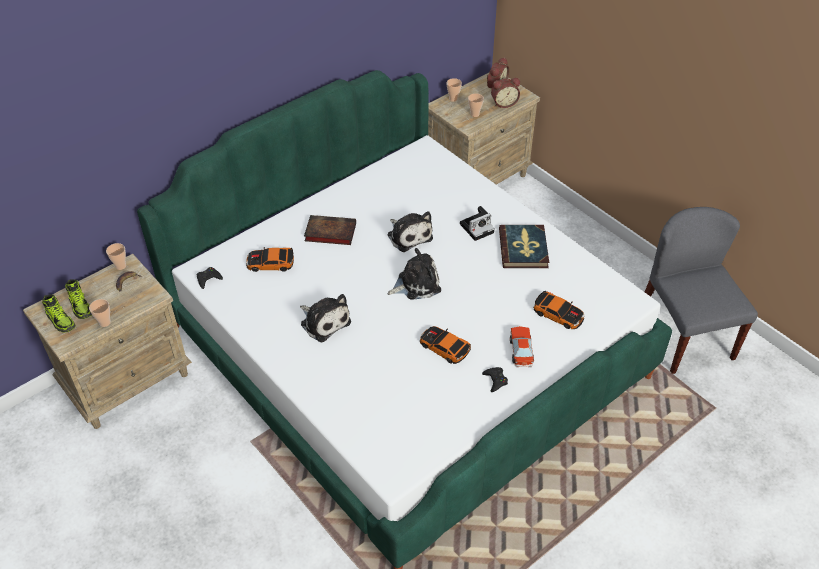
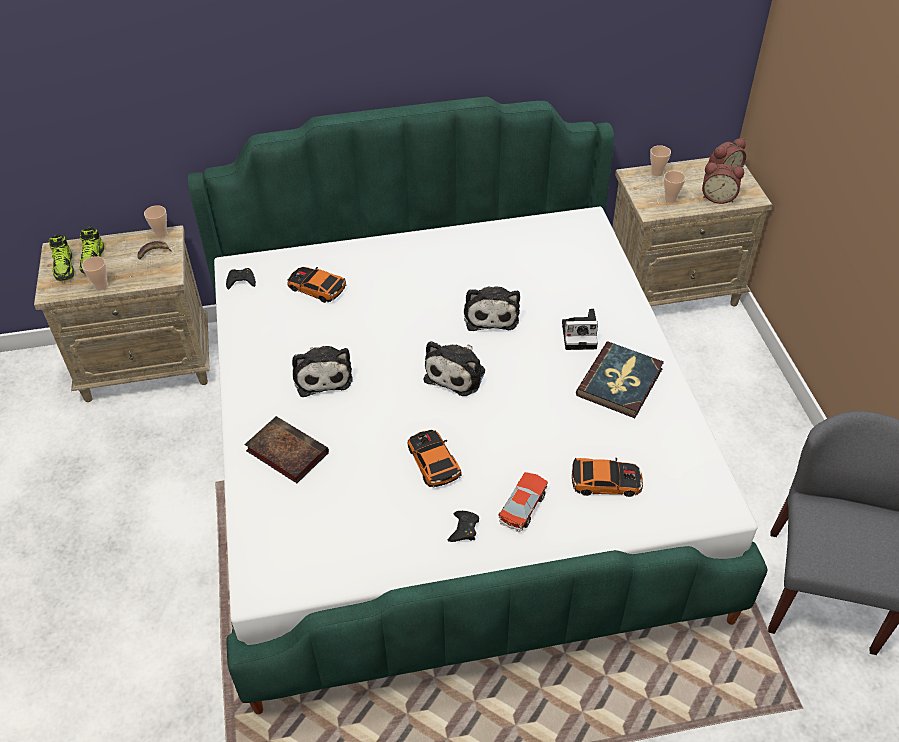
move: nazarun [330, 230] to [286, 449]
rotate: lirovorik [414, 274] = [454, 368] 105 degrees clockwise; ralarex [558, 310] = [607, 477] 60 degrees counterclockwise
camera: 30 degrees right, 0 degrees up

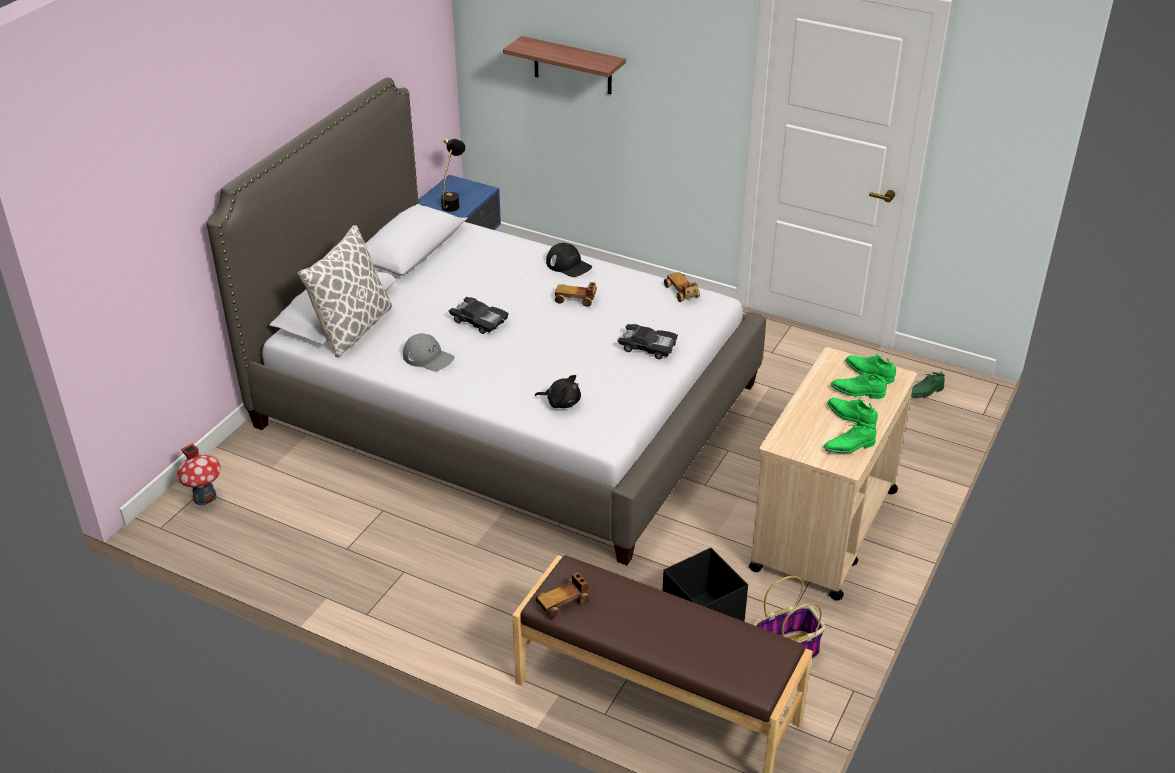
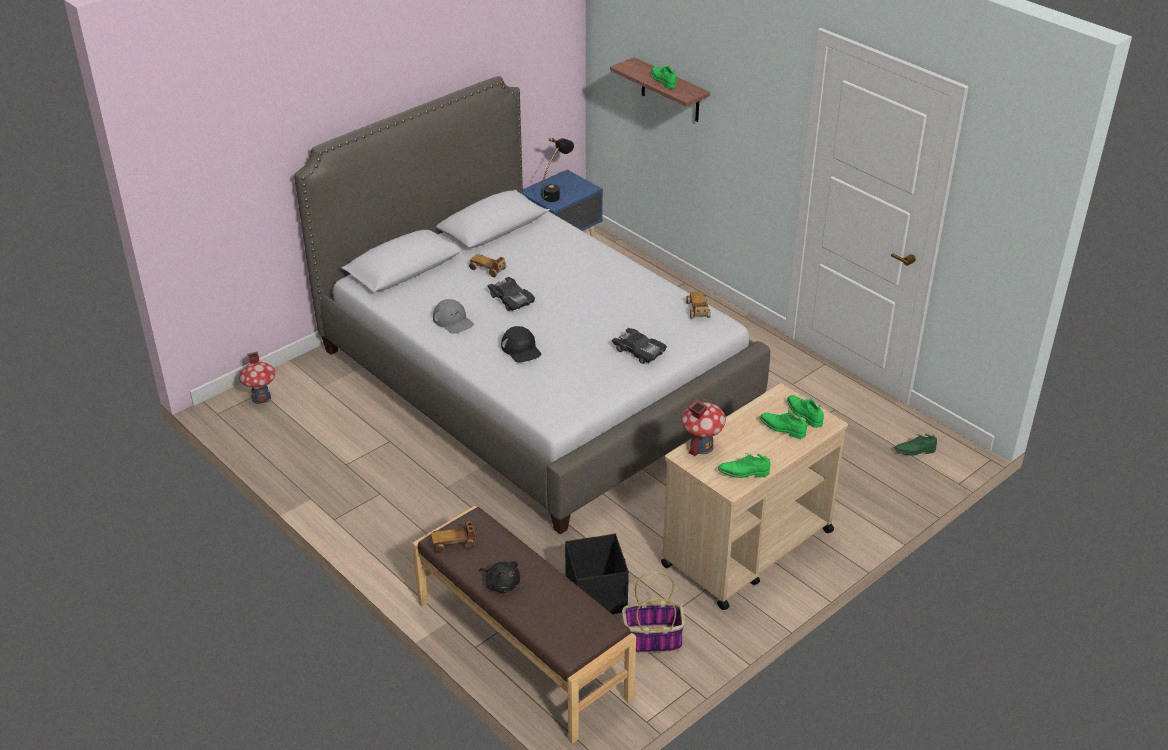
delete: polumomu [345, 291]
insert: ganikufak [703, 428]
move: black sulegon [569, 260] to [521, 344]; ralarex [576, 294] to [487, 265]; black lirovorik [558, 391] to [499, 577]; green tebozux [852, 412] to [664, 77]
camera: 20 degrees right, 0 degrees up

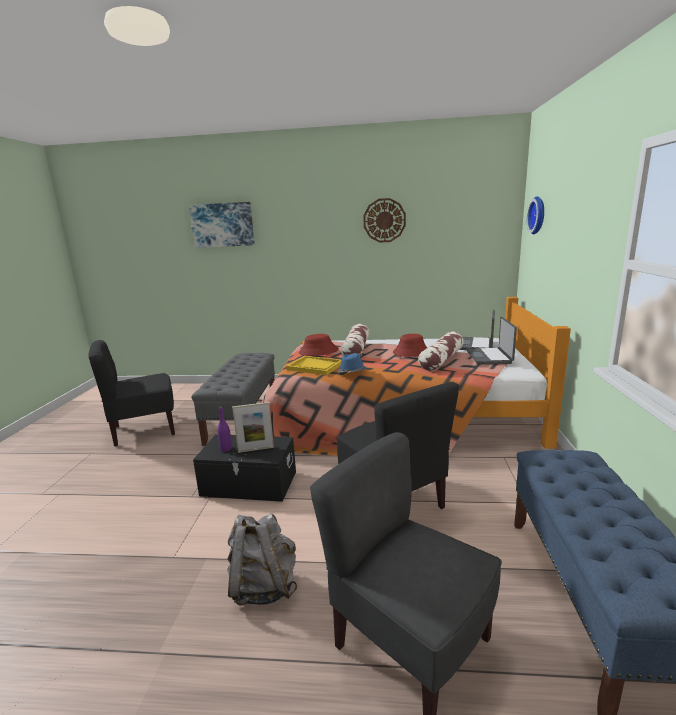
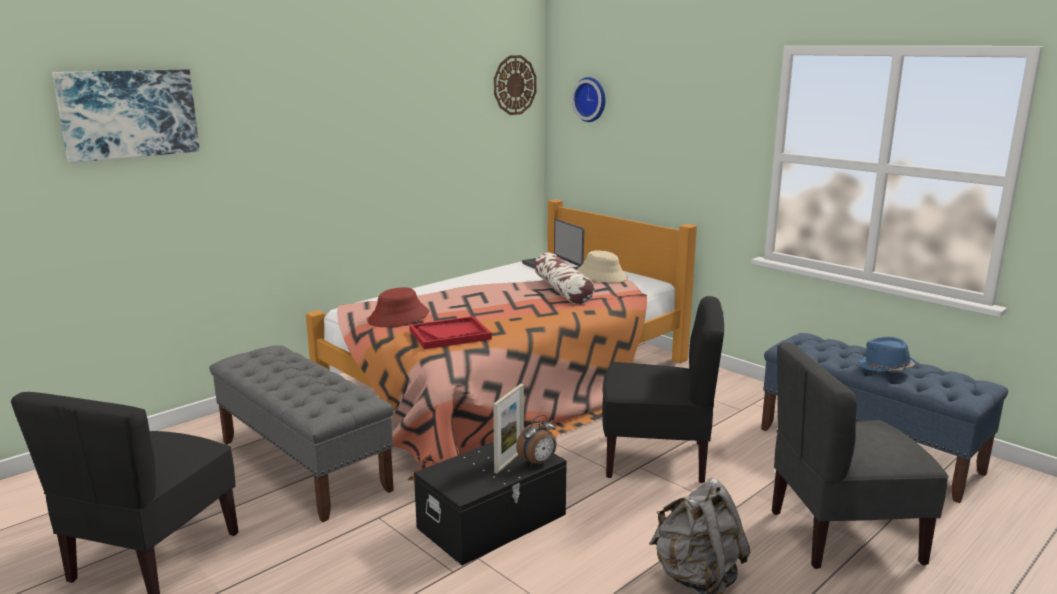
delete: polumomu [355, 340]; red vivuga [410, 345]; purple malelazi [225, 429]
insert: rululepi [536, 440]
move: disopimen [384, 220] to [515, 85]; blue vivuga [351, 363] to [887, 354]
replace: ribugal [491, 341] to beige vivuga [602, 266]
recolor: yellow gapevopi [314, 365] to red gapevopi [450, 332]
camera: 50 degrees left, 0 degrees up

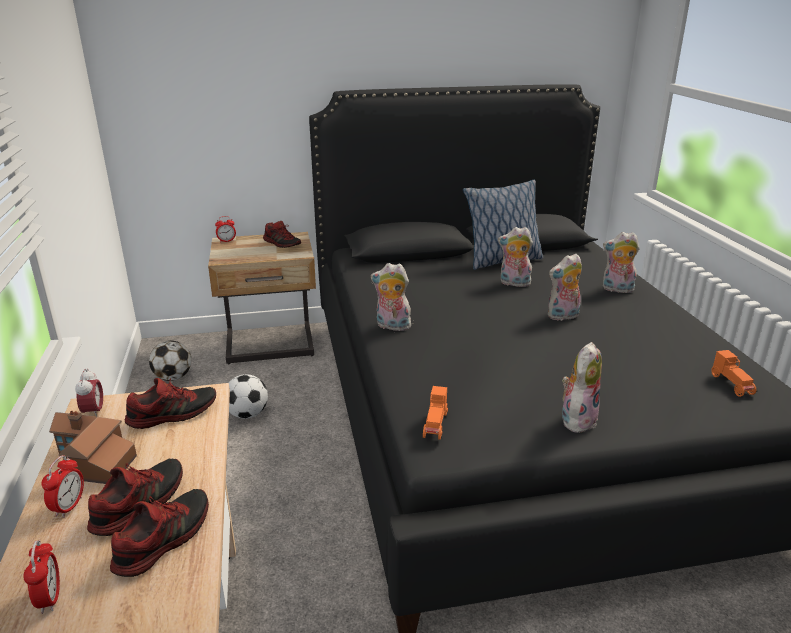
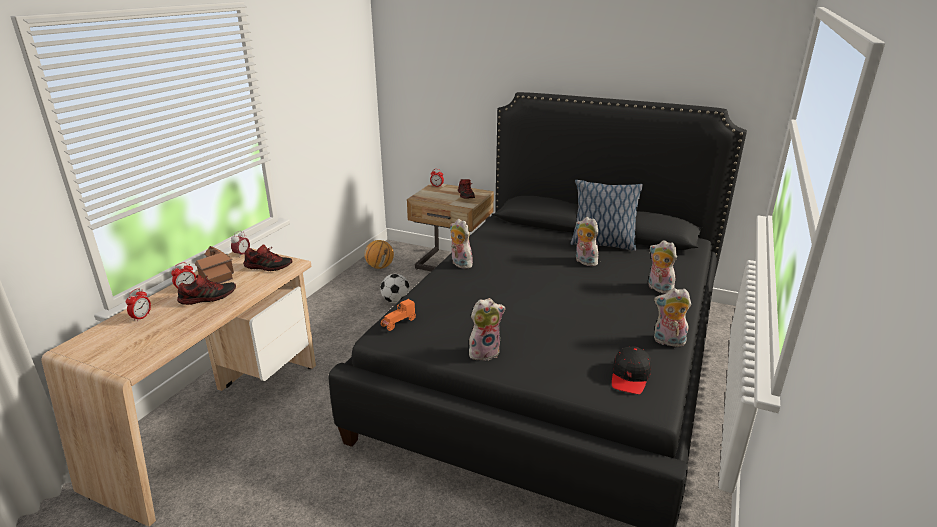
delete: tebozux [159, 533]
move: lirovorik [565, 287] to [672, 317]
replace: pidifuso [170, 361] to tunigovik [379, 254]; orange ralarex [733, 373] to black sulegon [631, 370]
camera: 35 degrees right, 0 degrees up

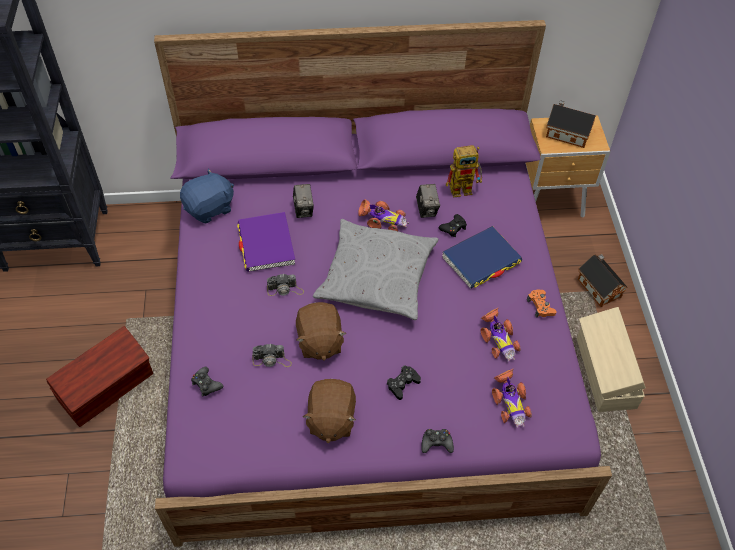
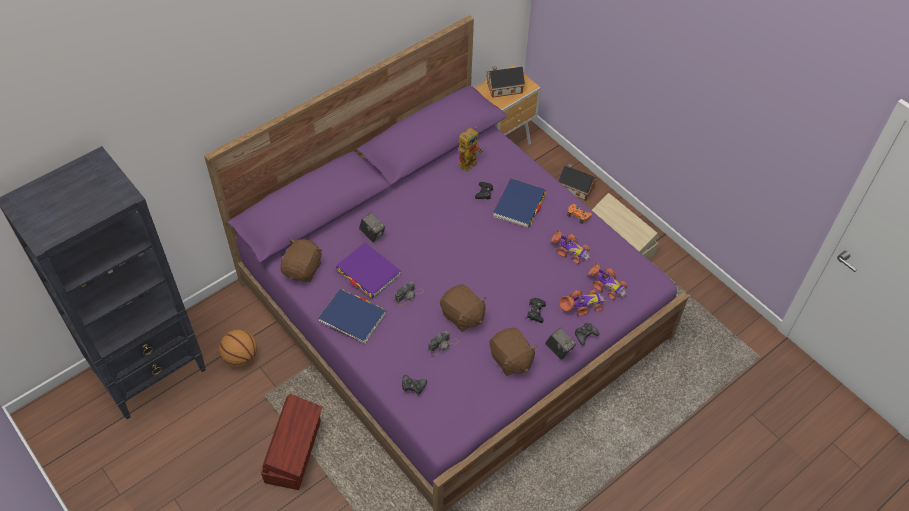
delete: grey polumomu [375, 269]
insert: blue nazarun [352, 316]; tunigovik [238, 348]
move: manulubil [428, 201] to [560, 344]; ralarex [383, 215] to [582, 302]
recolor: blue lirovorik [207, 195] to brown lirovorik [301, 260]
camera: 35 degrees left, 0 degrees up

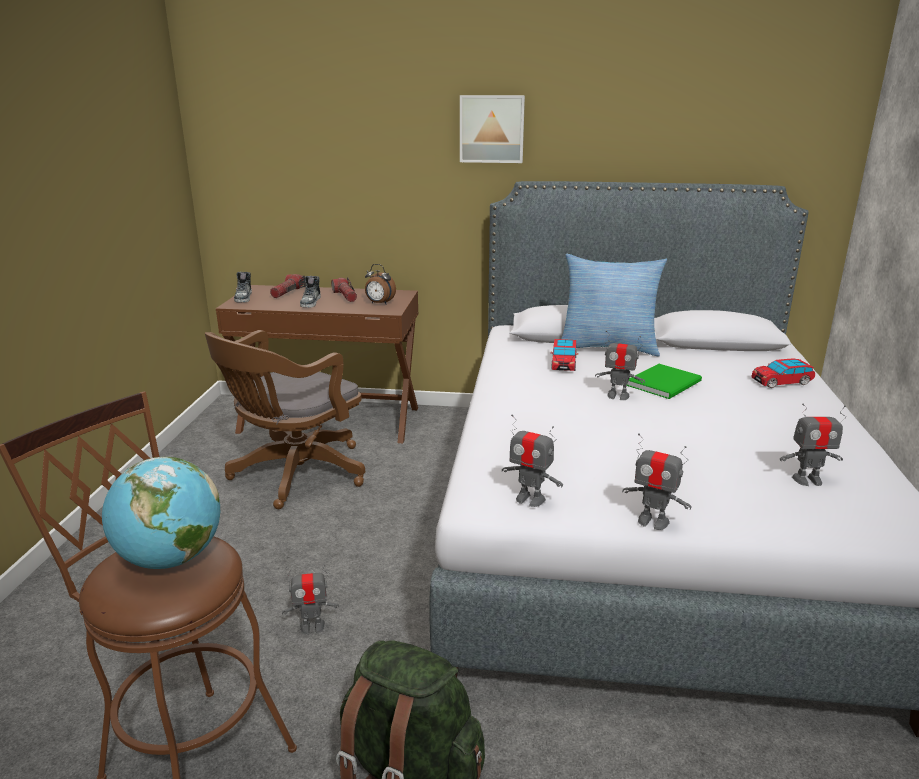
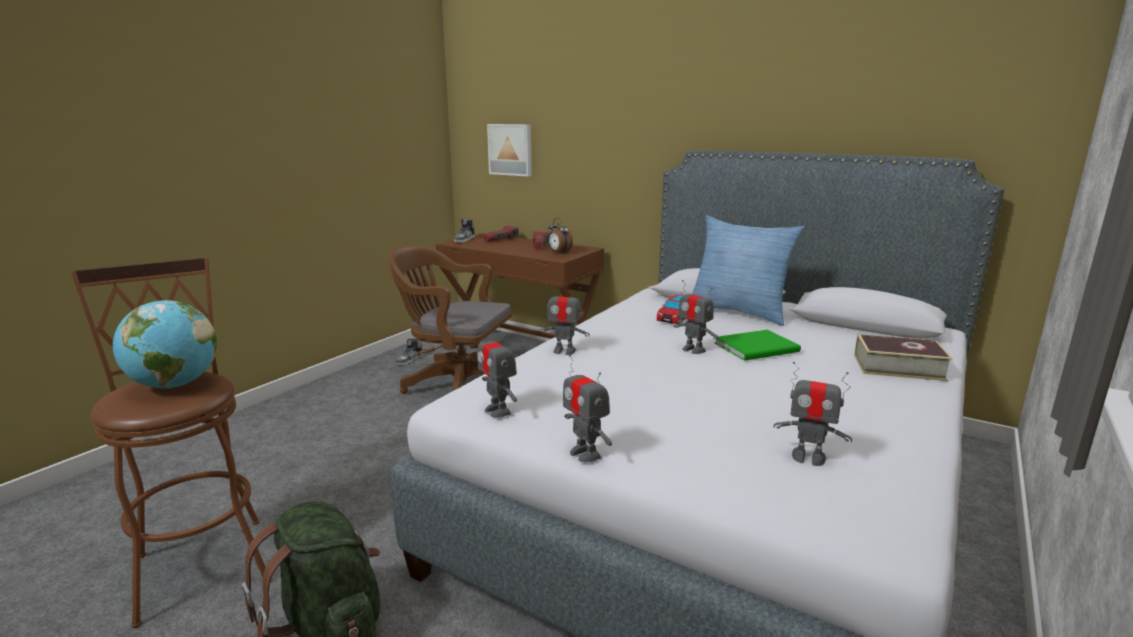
move: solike [492, 129] to [509, 150]; tebozux [310, 292] to [409, 351]; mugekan [310, 599] to [565, 319]
replace: ralarex [783, 373] to nazarun [903, 357]
rotate: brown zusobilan [285, 419] = [450, 319] 45 degrees clockwise
camera: 25 degrees right, 5 degrees down

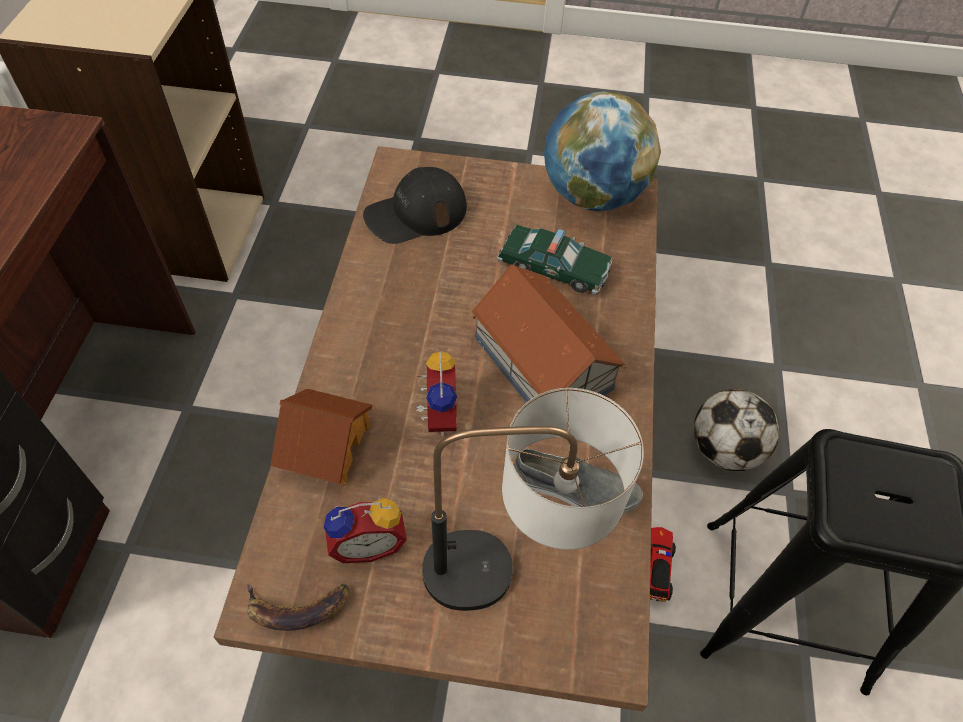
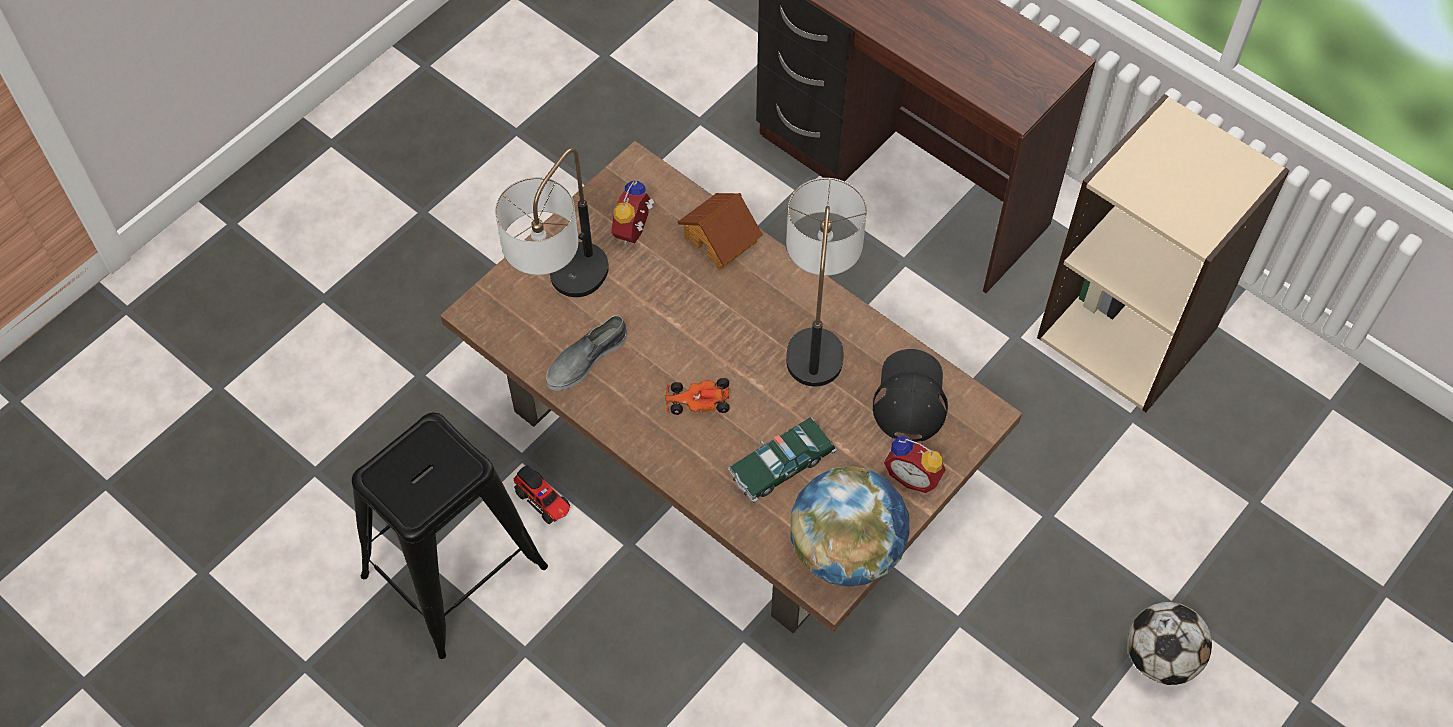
delete: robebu [298, 607]
insert: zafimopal [826, 282]
move: rululepi [436, 393] to [914, 464]; pidifuso [736, 430] to [1170, 643]
replace: ganikufak [549, 333] to ralarex [697, 396]
camera: 125 degrees right, 5 degrees up

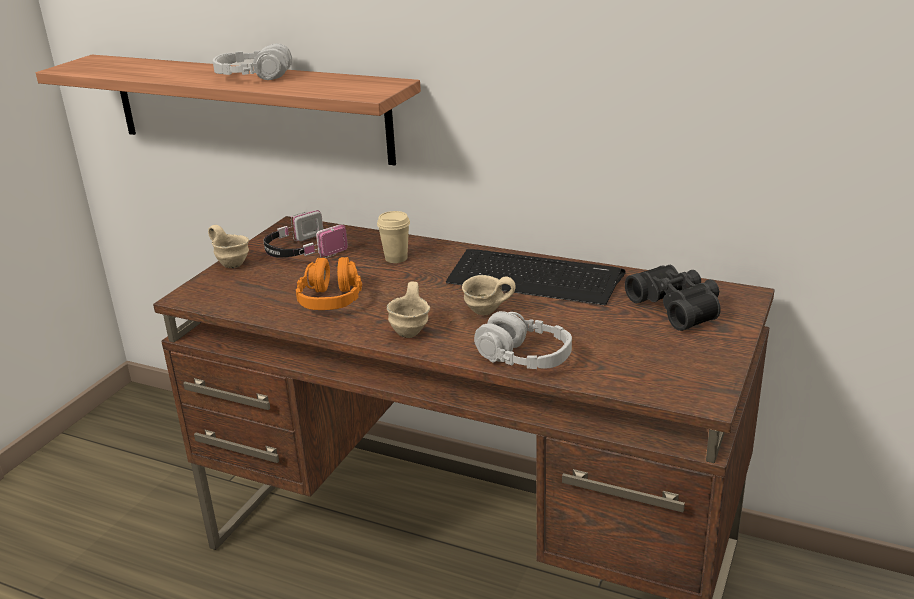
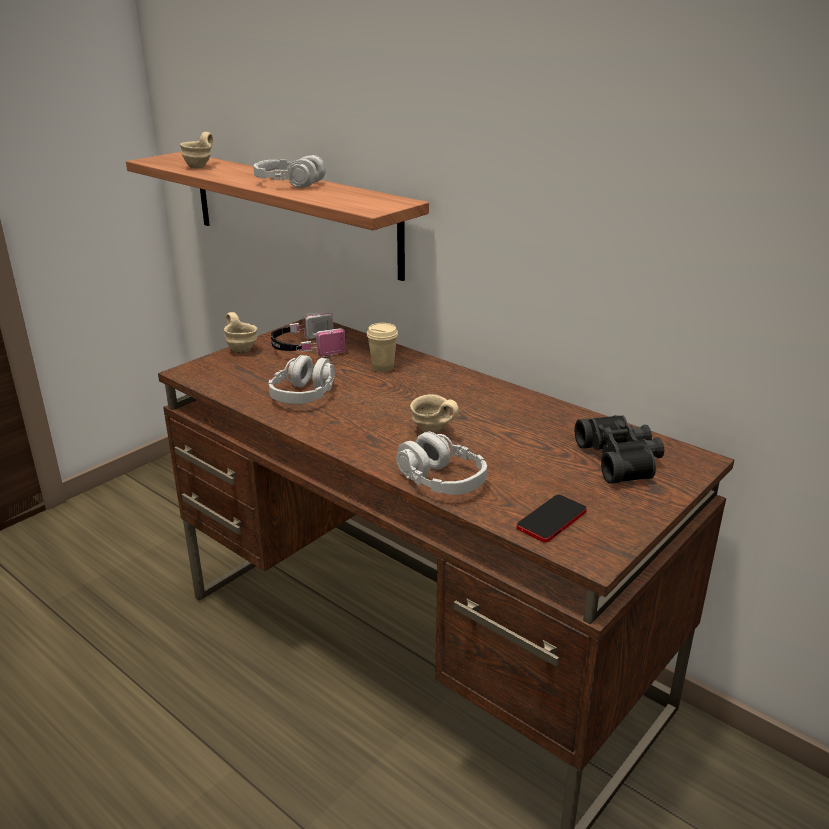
delete: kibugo [536, 277]
insert: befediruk [552, 519]
move: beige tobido [408, 310] to [196, 150]
recolor: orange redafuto [329, 283] to grey redafuto [302, 379]
camera: 15 degrees right, 0 degrees up

